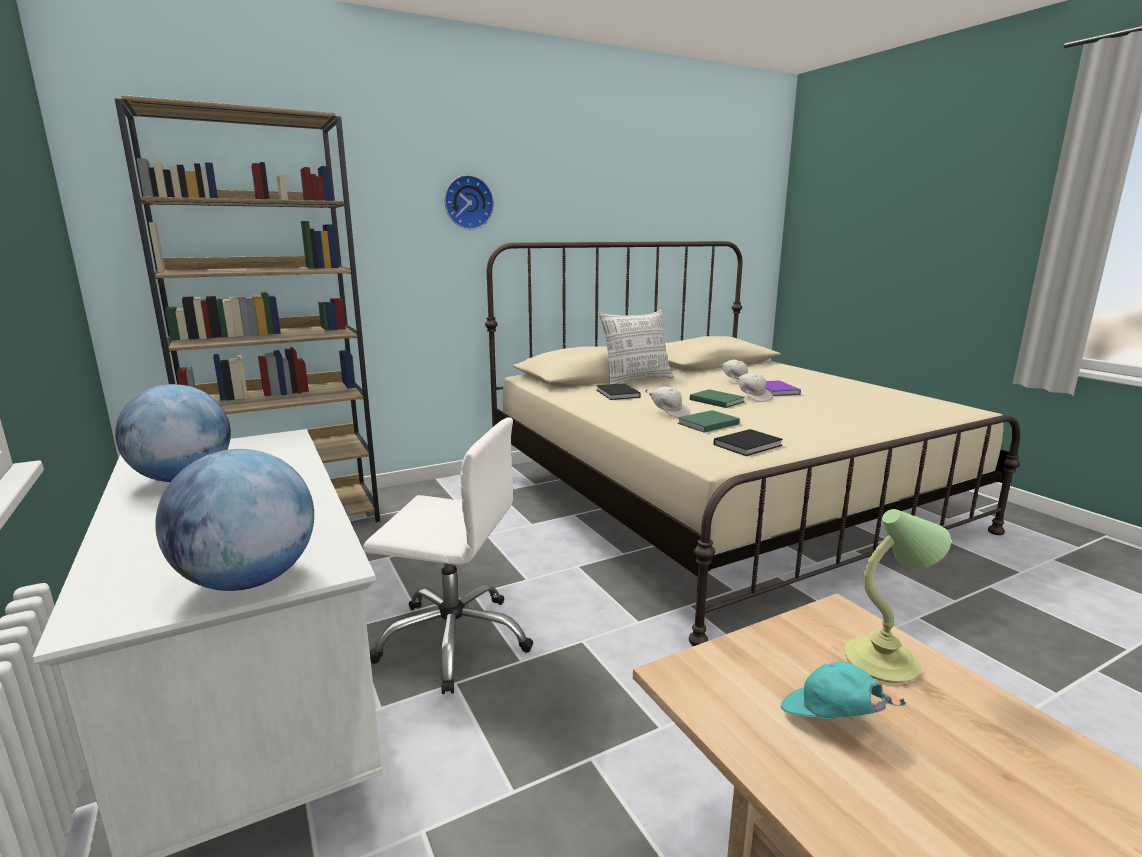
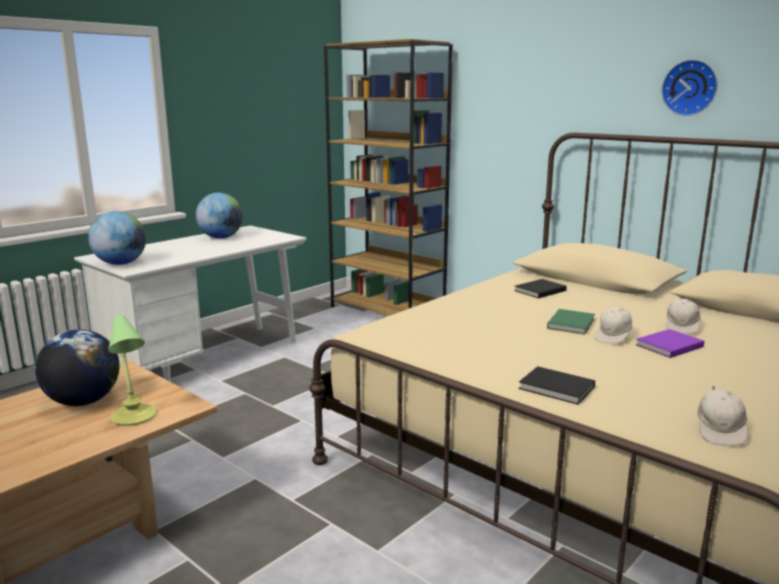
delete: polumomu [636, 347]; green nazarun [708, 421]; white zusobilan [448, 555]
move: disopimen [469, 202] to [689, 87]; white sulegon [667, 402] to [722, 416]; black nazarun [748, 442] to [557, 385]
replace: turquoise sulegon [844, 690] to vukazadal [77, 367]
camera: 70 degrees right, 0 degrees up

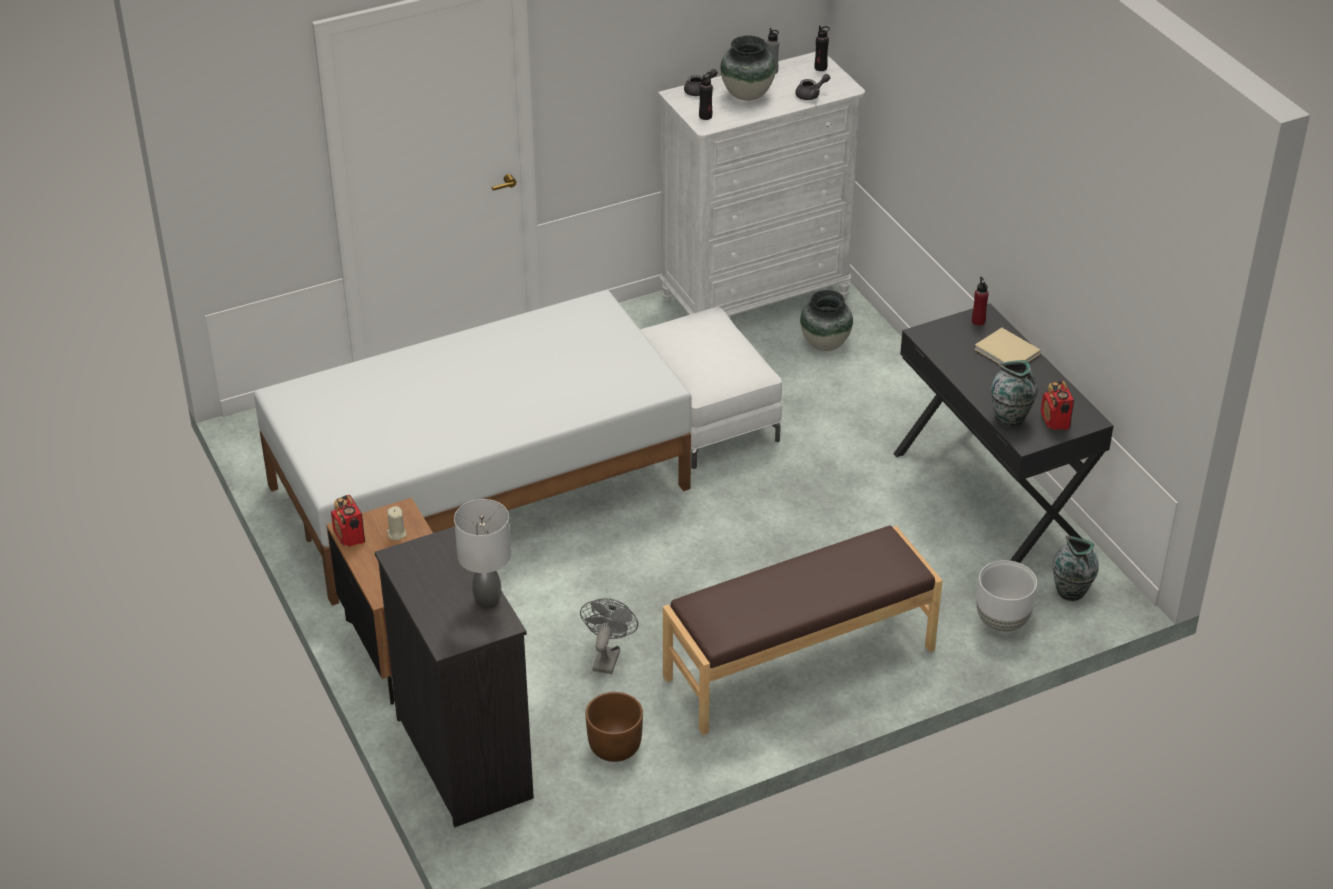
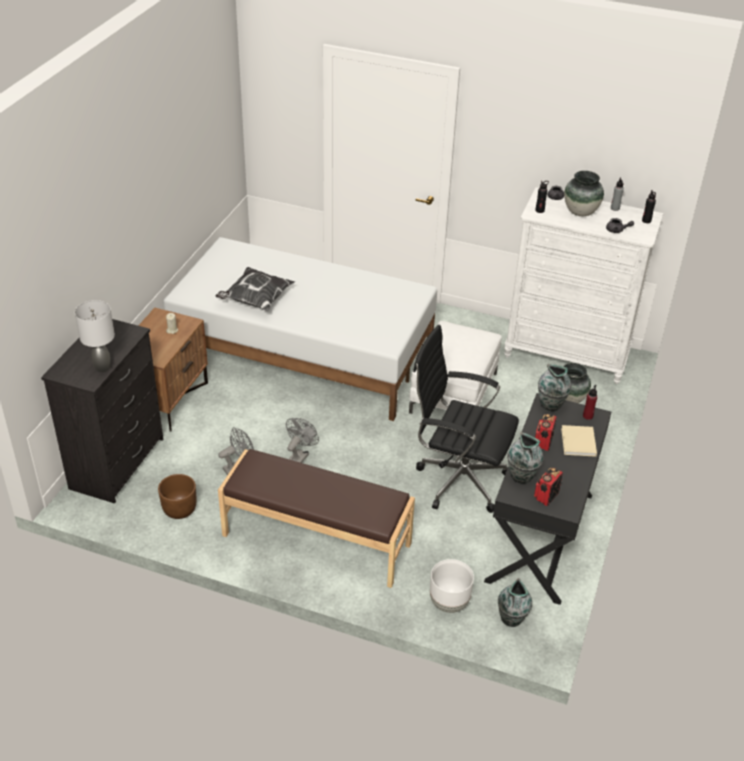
insert: polumomu [255, 289]; black zusobilan [466, 419]; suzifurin [554, 387]; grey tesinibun [302, 440]
move: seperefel [348, 521] to [545, 432]
camera: 45 degrees right, 0 degrees up

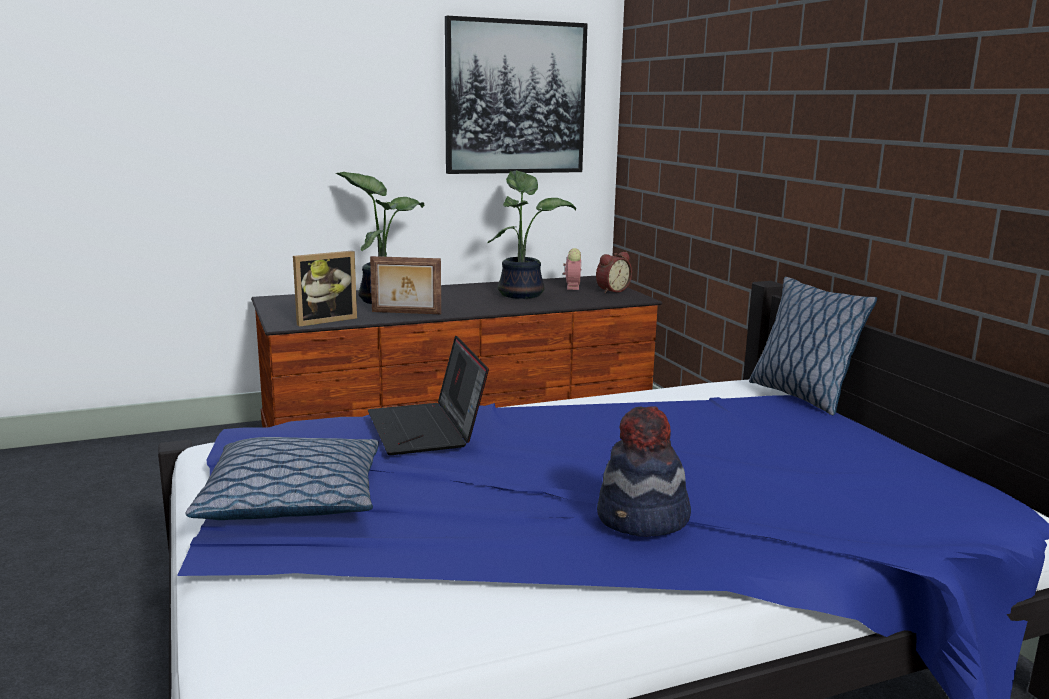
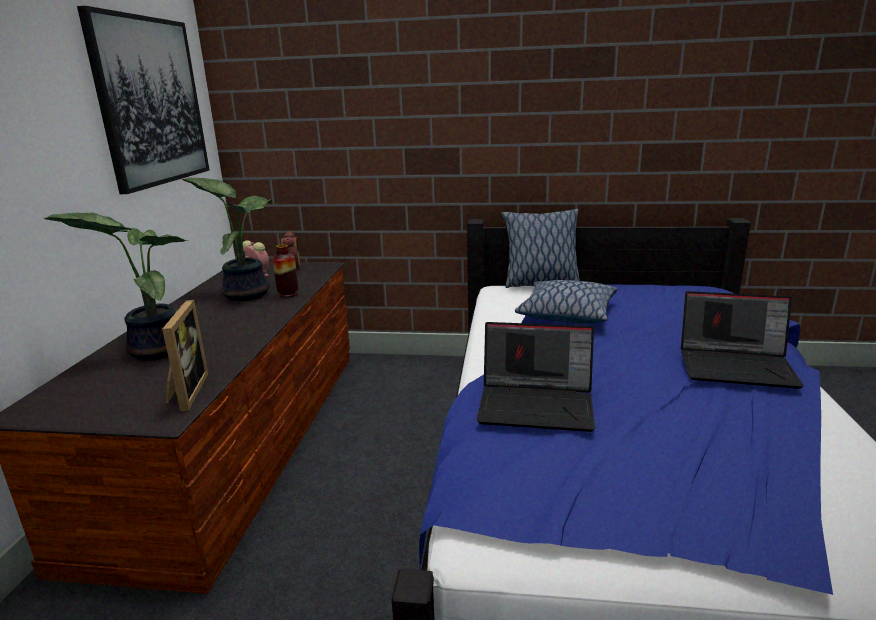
delete: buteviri [405, 285]
insert: suzifurin [285, 270]
move: polumomu [282, 478] to [566, 302]
replace: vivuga [644, 471] to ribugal [742, 340]
camera: 60 degrees left, 5 degrees up

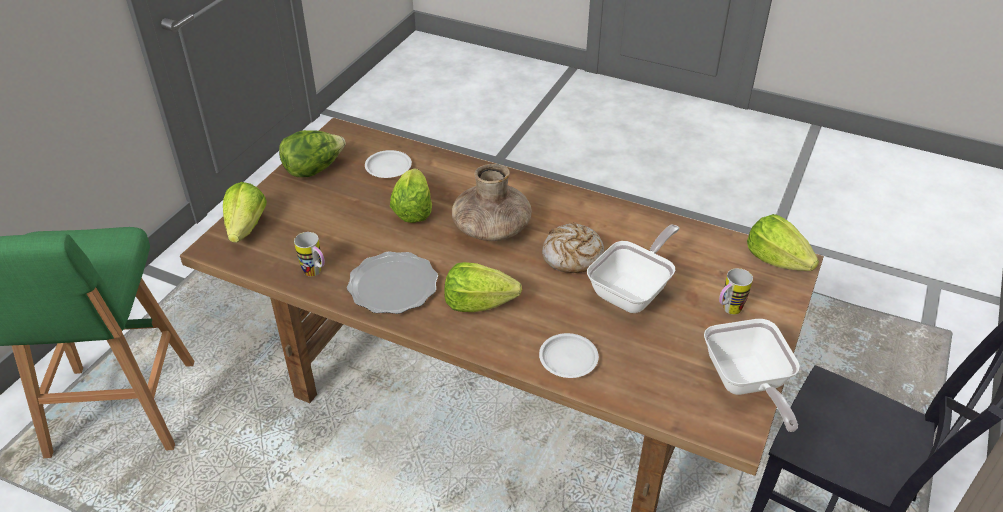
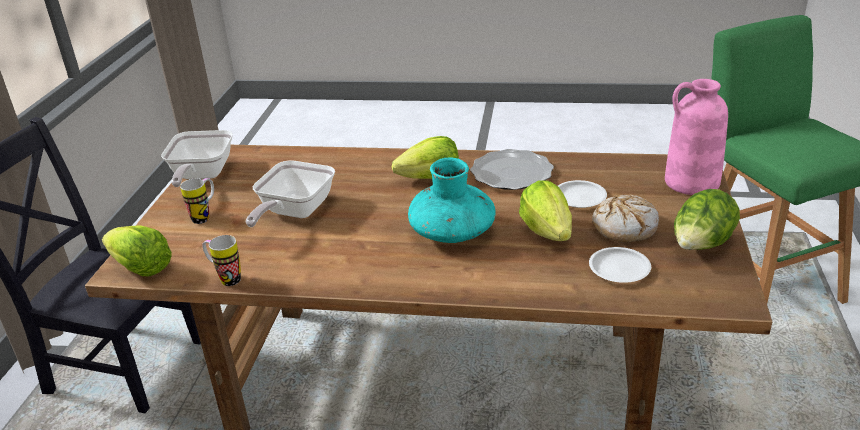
move: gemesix [573, 247] to [625, 219]; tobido [309, 254] to [221, 260]; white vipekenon [569, 355] to [582, 194]
replace: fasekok [245, 212] to pink suzifurin [696, 137]
recolor: brown suzifurin [492, 202] to turquoise suzifurin [452, 200]
rotate: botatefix [752, 375] = [197, 158] 150 degrees counterclockwise
camera: 165 degrees right, 10 degrees down

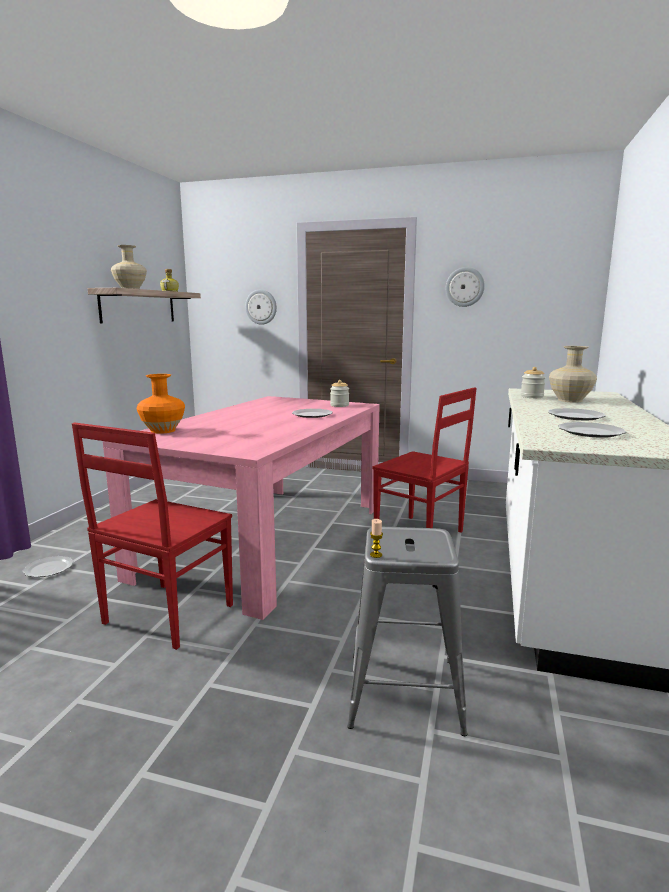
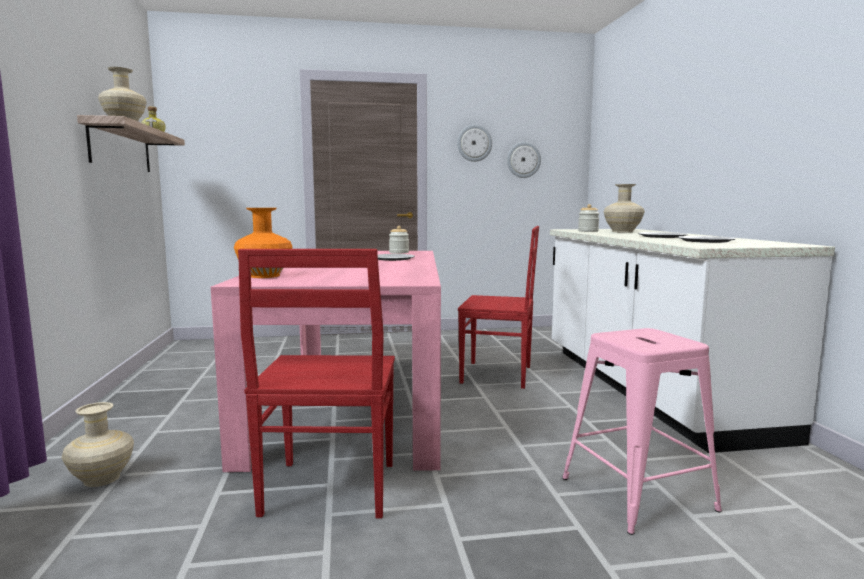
delete: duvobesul [376, 538]
move: disopimen [261, 307] to [524, 160]
replace: vipekenon [48, 566] to beige suzifurin [98, 444]
recolor: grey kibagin [407, 631] to pink kibagin [642, 431]
camera: 25 degrees left, 5 degrees down

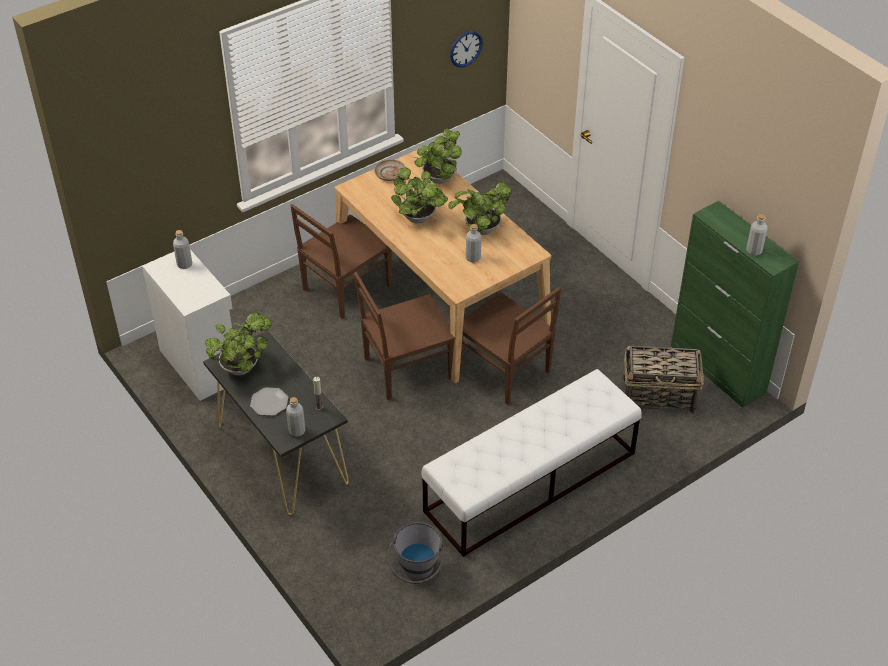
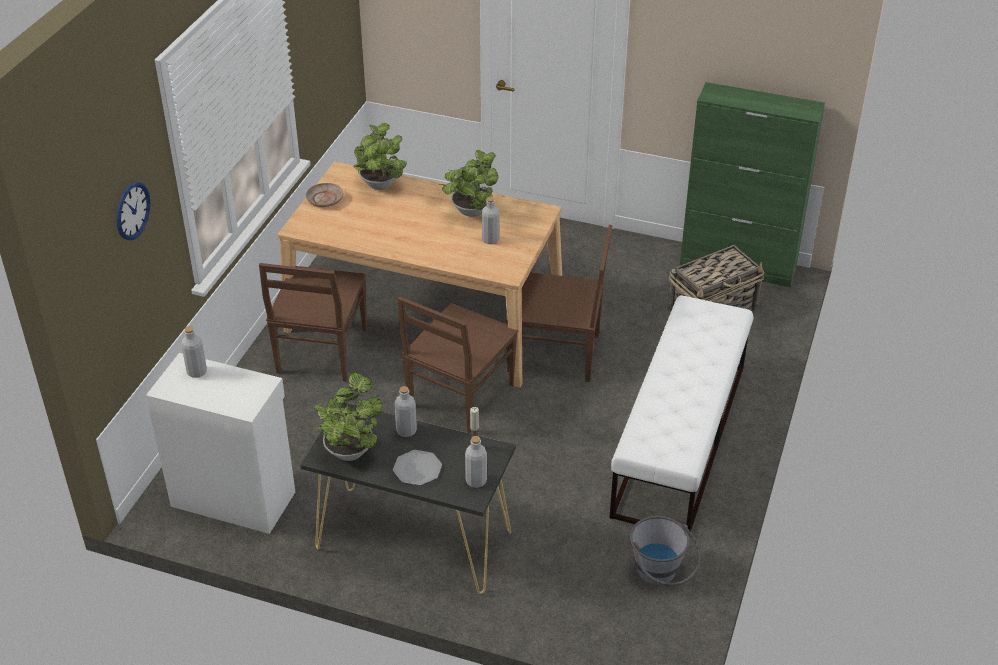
delete: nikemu [419, 195]
move: disopimen [466, 49] to [133, 211]; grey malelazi [757, 235] to [405, 411]
camera: 35 degrees left, 5 degrees down

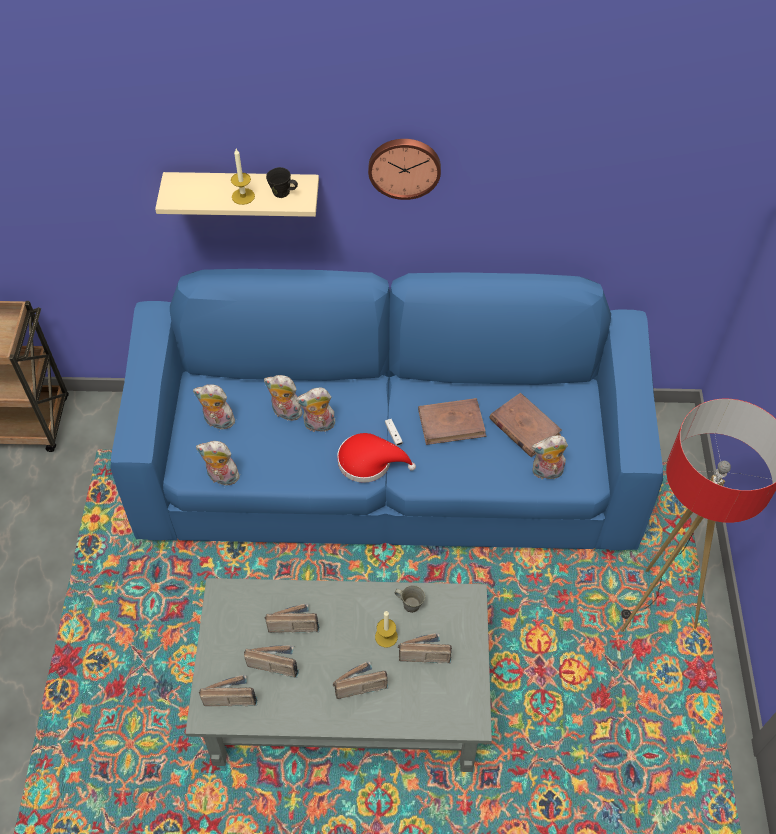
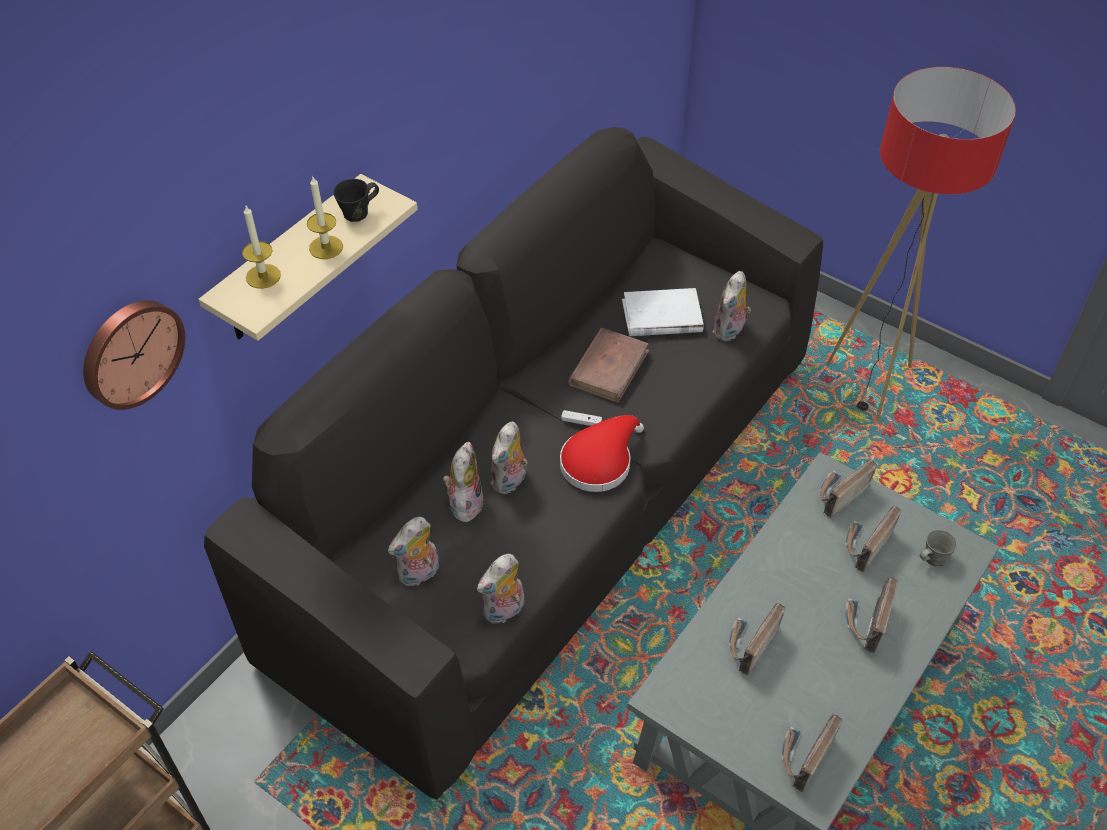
move: disopimen [404, 169] to [134, 355]; grey tobido [410, 599] to [938, 548]; duvobesul [386, 629] to [261, 247]; seperefel [271, 661] to [848, 489]
recolor: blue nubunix [387, 409] to black nubunix [513, 463]; brown nazarun [525, 425] to white nazarun [663, 312]
rotate: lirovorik [283, 399] = [463, 482] 135 degrees clockwise
camera: 55 degrees left, 5 degrees down

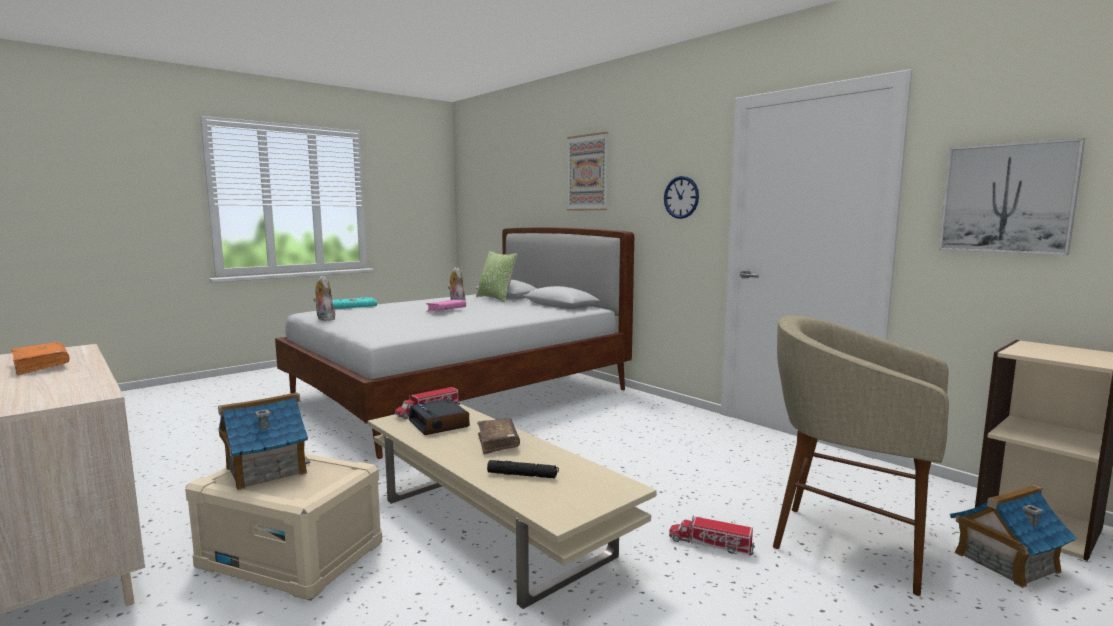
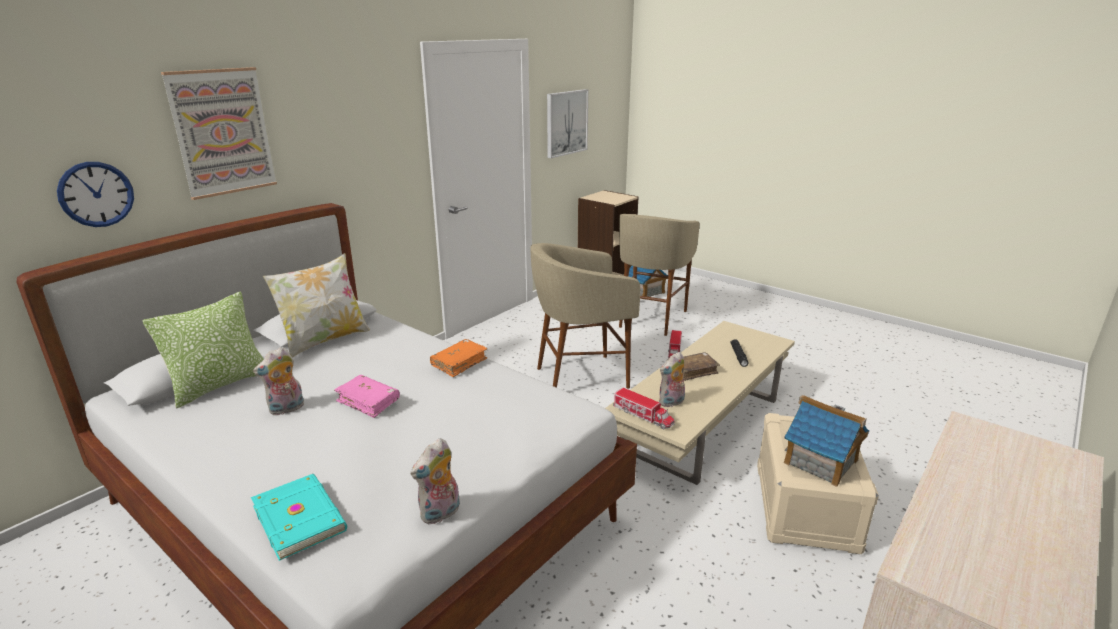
insert: beige kibagin [585, 316]; polumomu [316, 305]
move: disopimen [681, 197] to [95, 194]; orange nazarun [40, 358] to [458, 358]
replace: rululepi [439, 417] to lirovorik [672, 379]
camera: 100 degrees left, 15 degrees up

